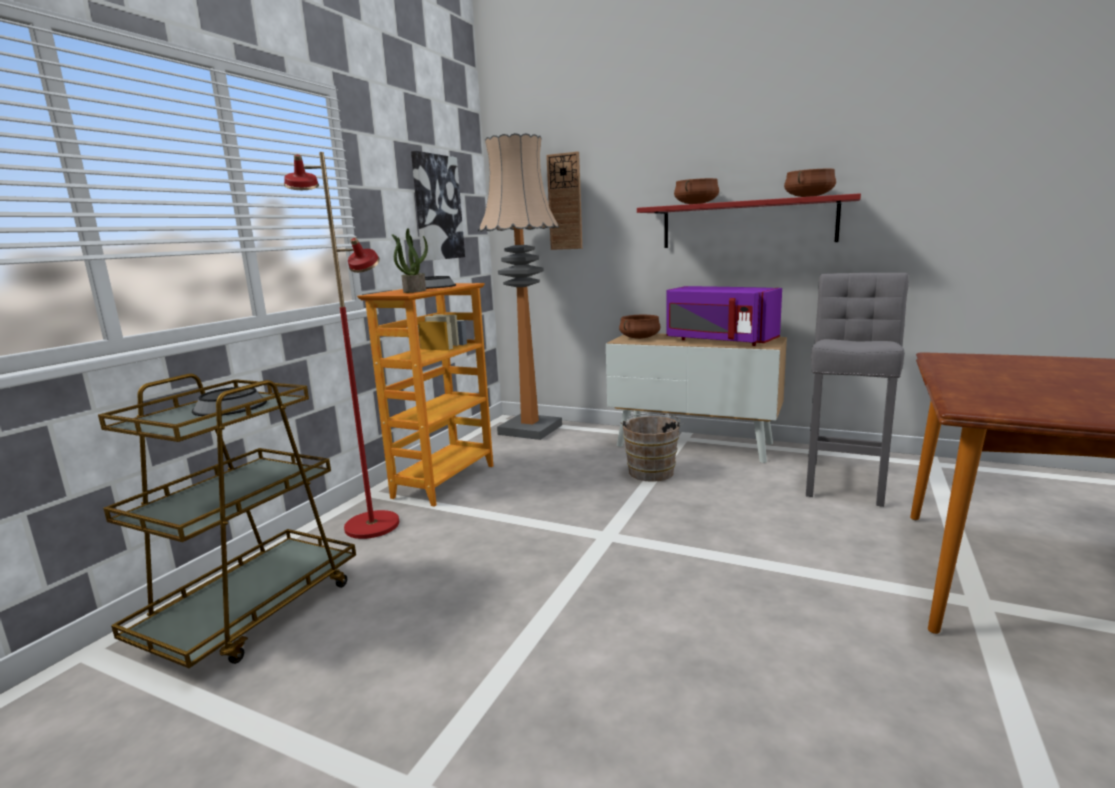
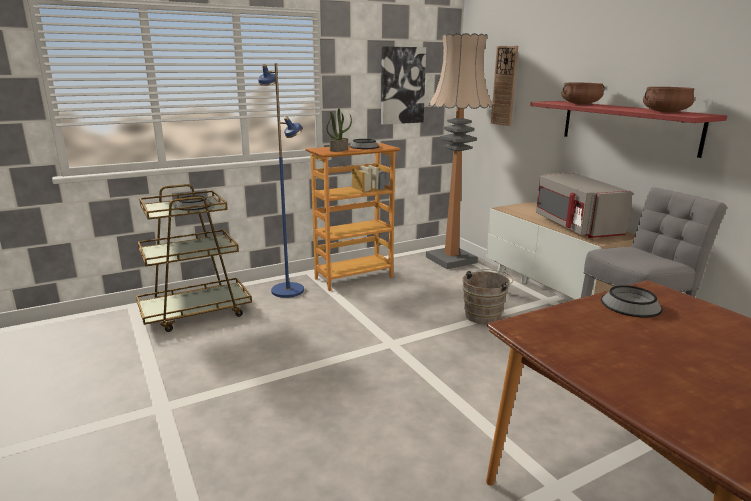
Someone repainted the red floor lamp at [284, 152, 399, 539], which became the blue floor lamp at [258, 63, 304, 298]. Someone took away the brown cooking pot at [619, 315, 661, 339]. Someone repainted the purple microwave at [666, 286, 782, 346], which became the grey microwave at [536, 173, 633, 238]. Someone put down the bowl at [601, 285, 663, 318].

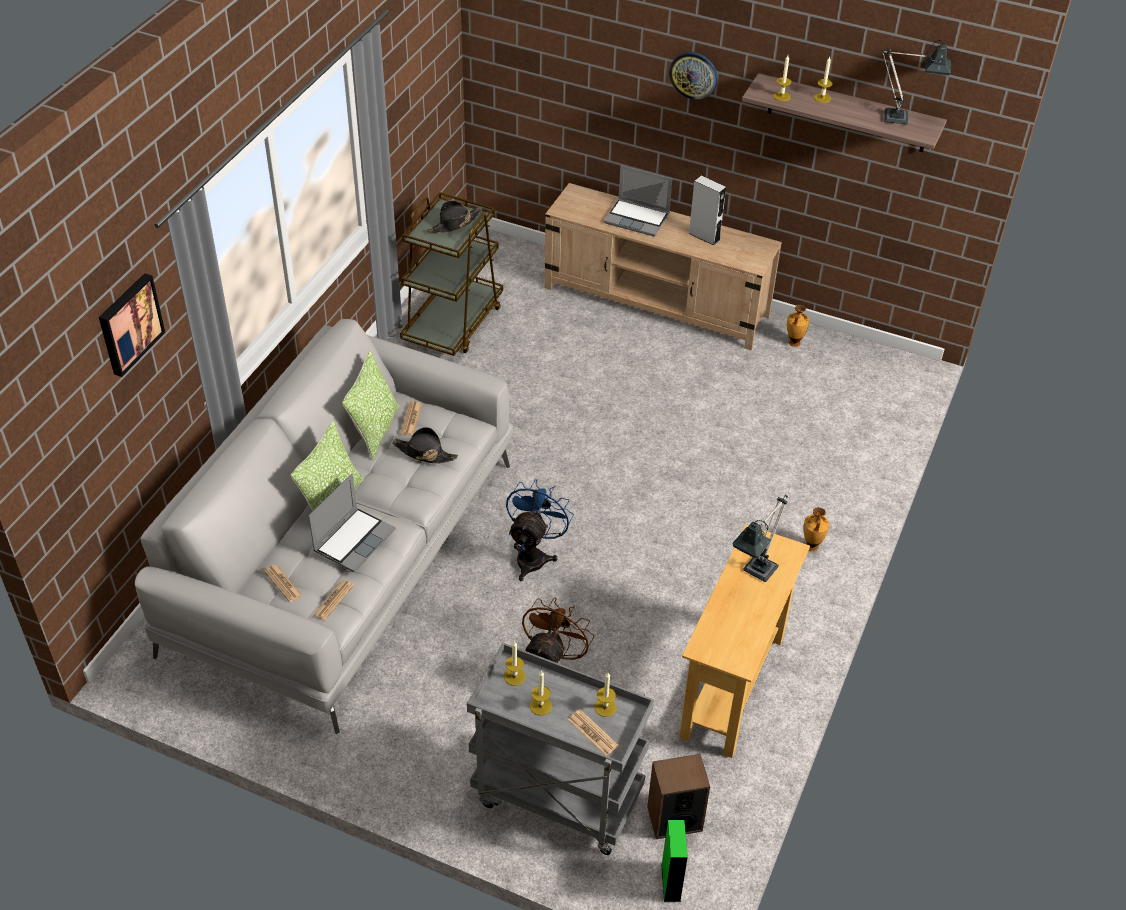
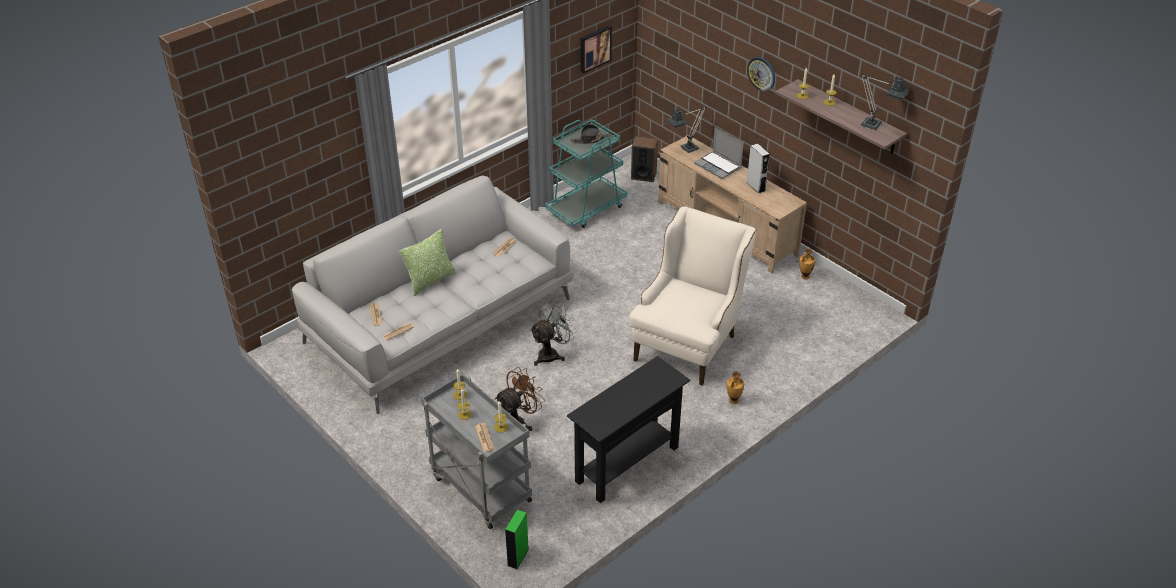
Someone carried the picture from [99, 273, 165, 377] to [580, 26, 612, 73]. Someone took away the laptop at [309, 473, 396, 573]. Someone took away the pillow at [342, 351, 399, 460]. Someone took away the black hat at [392, 427, 458, 464]. Someone repainted the brown cart at [400, 192, 503, 356], which became the turquoise cart at [545, 119, 627, 228]. Someone repainted the blue fan at [506, 479, 574, 581], which became the grey fan at [530, 301, 577, 366]. Someone carried the speaker from [647, 754, 710, 839] to [631, 136, 658, 182]. Someone repainted the beige console table at [679, 524, 810, 758], which became the black console table at [567, 356, 690, 503]. Someone carried the table lamp from [733, 495, 788, 582] to [667, 107, 706, 153]. Someone put down the beige armchair at [629, 207, 757, 385].

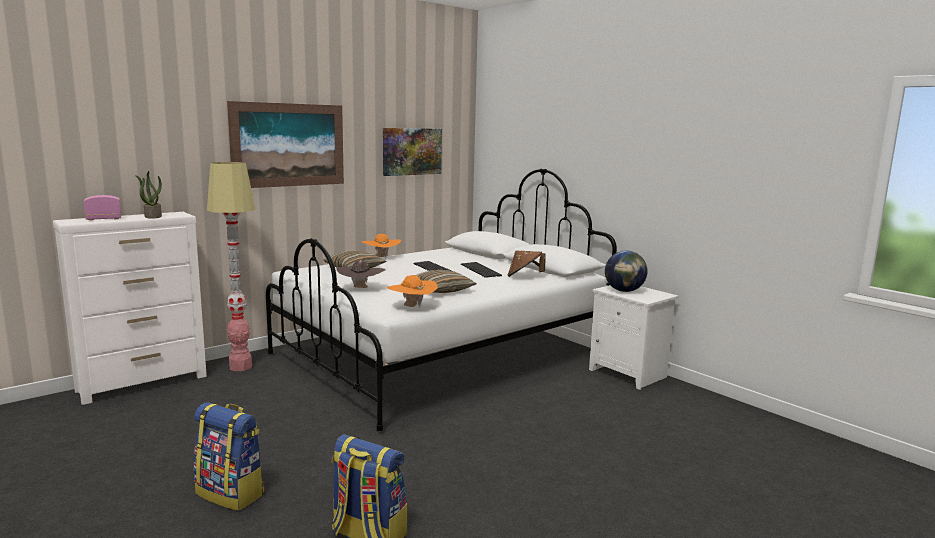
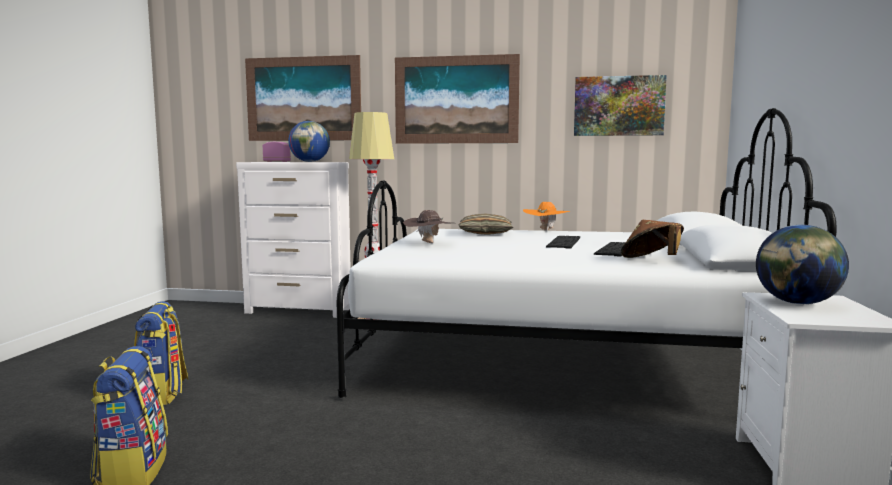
Someone swapped the potted plant at [135, 171, 162, 219] for the globe at [288, 121, 330, 162]. Someone took away the orange hat at [387, 275, 438, 308]. Someone took away the pillow at [416, 270, 477, 293]. Someone put up the picture at [245, 55, 361, 141].

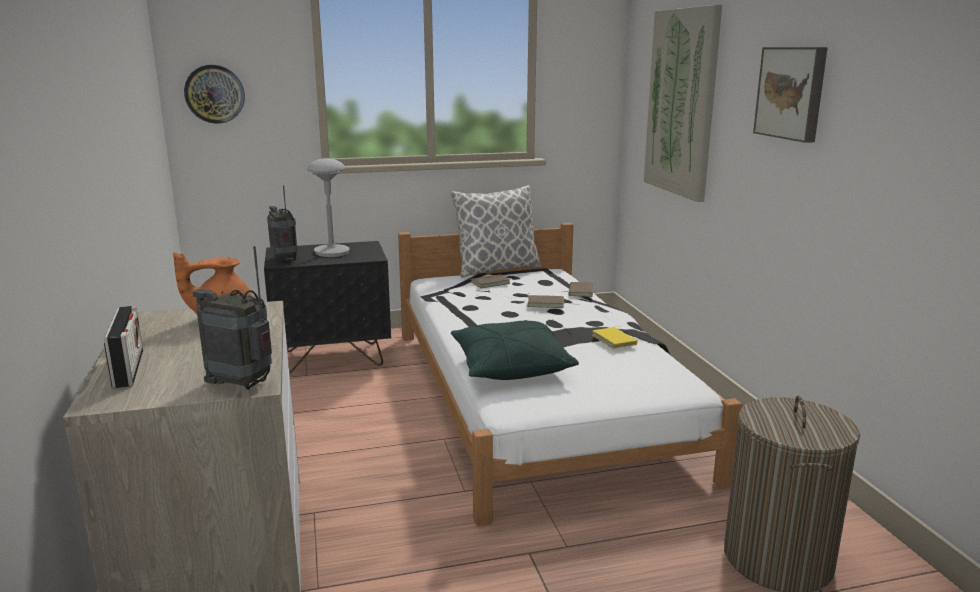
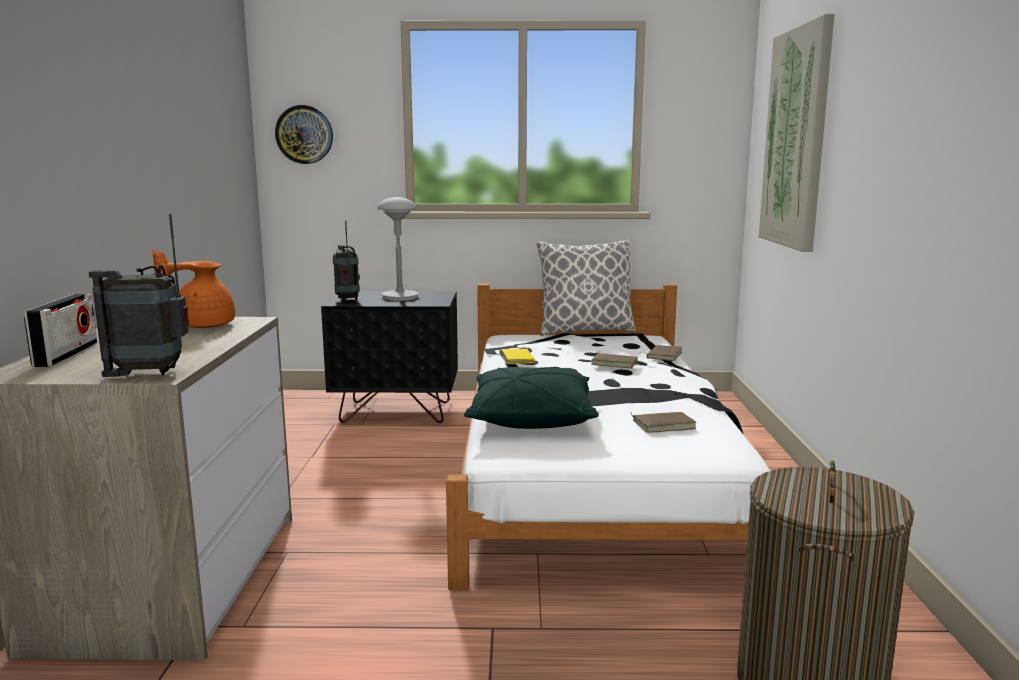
Someone rotated the radio at [193, 246, 272, 390] by 45 degrees counterclockwise. Someone carried the brown book from [469, 275, 510, 288] to [631, 412, 697, 433]. Someone carried the yellow book from [592, 326, 638, 349] to [501, 348, 535, 364]. Someone took away the picture at [753, 47, 828, 143].

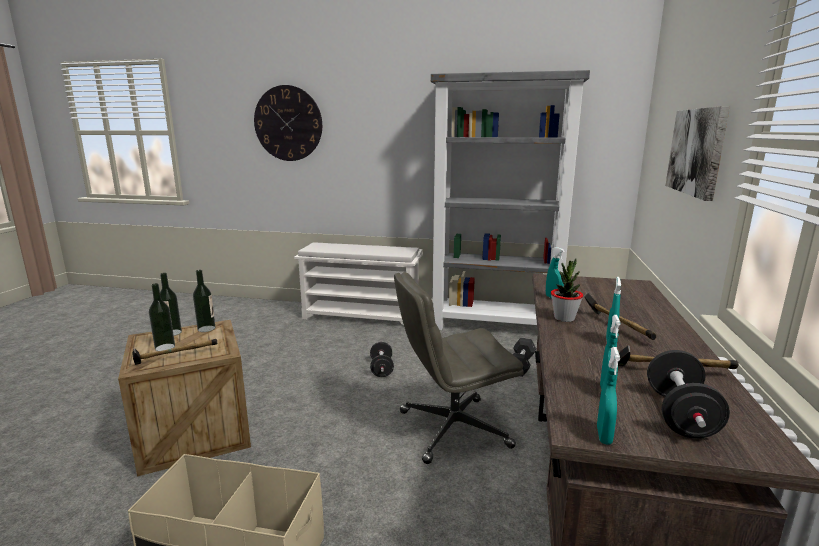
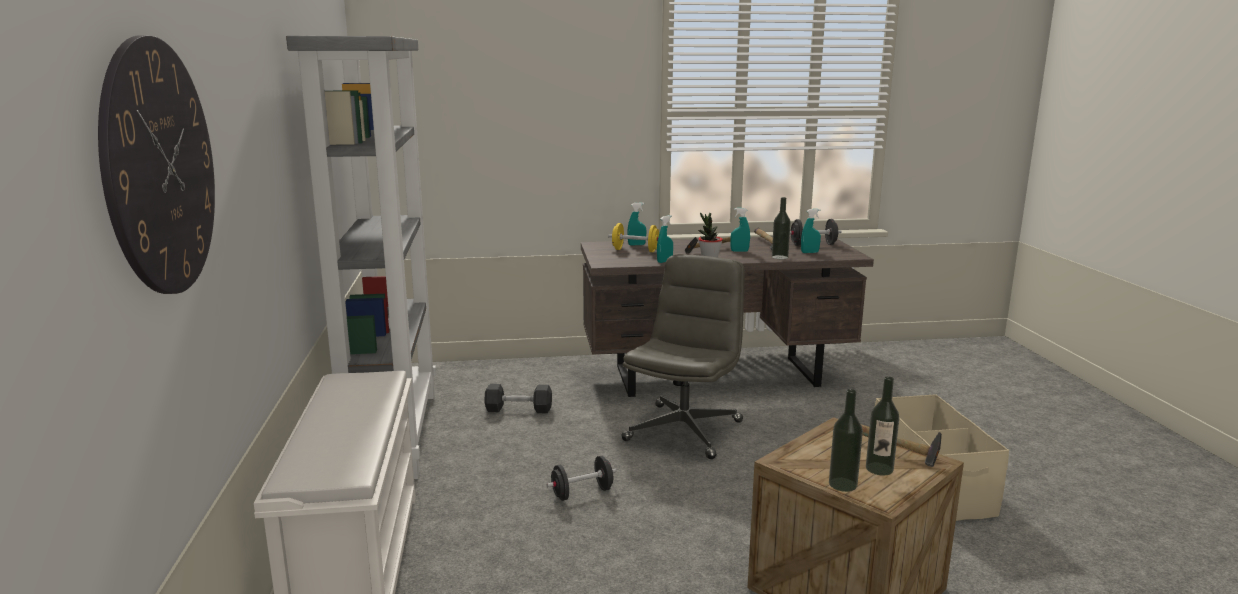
Someone carried the bottle from [193, 270, 215, 332] to [772, 197, 791, 259]. Someone rotated the grey office chair at [394, 272, 524, 464] by 120 degrees counterclockwise. Someone carried the turquoise spray bottle from [597, 347, 620, 445] to [627, 203, 646, 245]. Someone took away the picture at [665, 106, 730, 201]. Someone put down the yellow dumbbell at [608, 223, 659, 252].

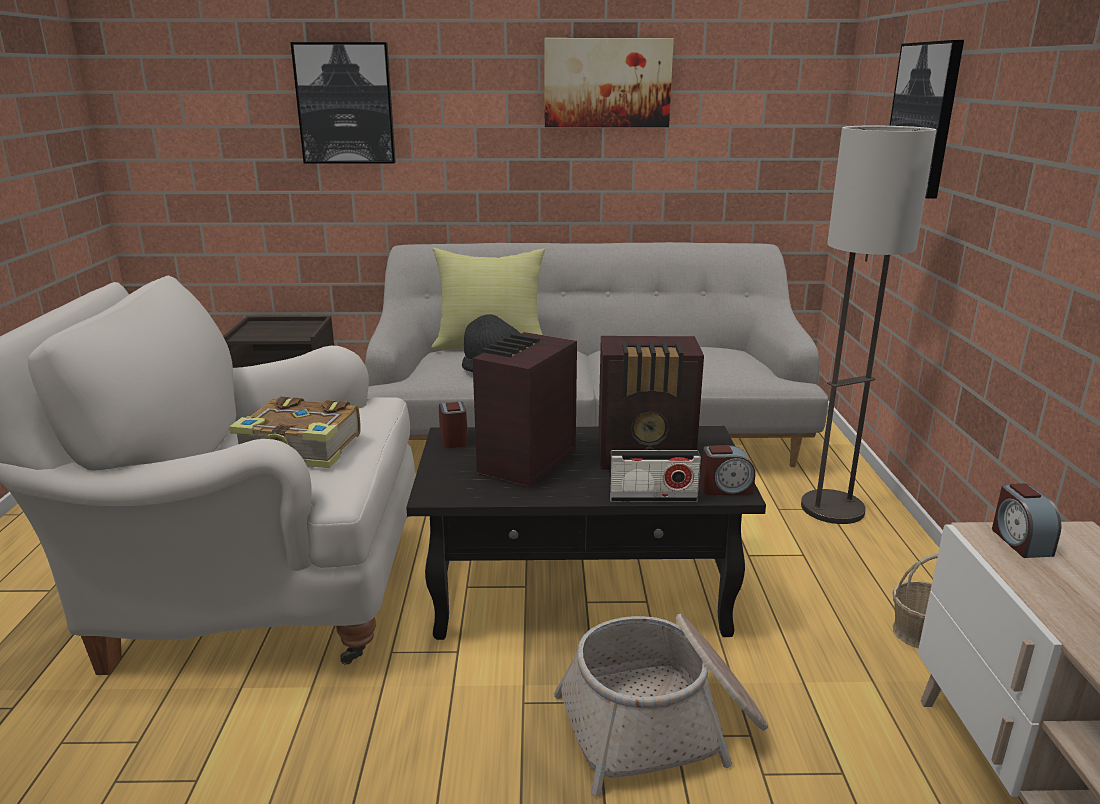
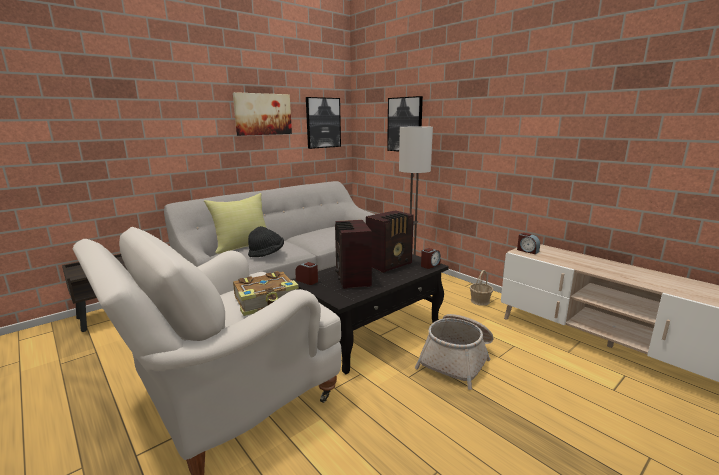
Someone carried the picture from [290, 42, 396, 164] to [306, 97, 341, 149]. Someone took away the radio at [609, 450, 701, 502].

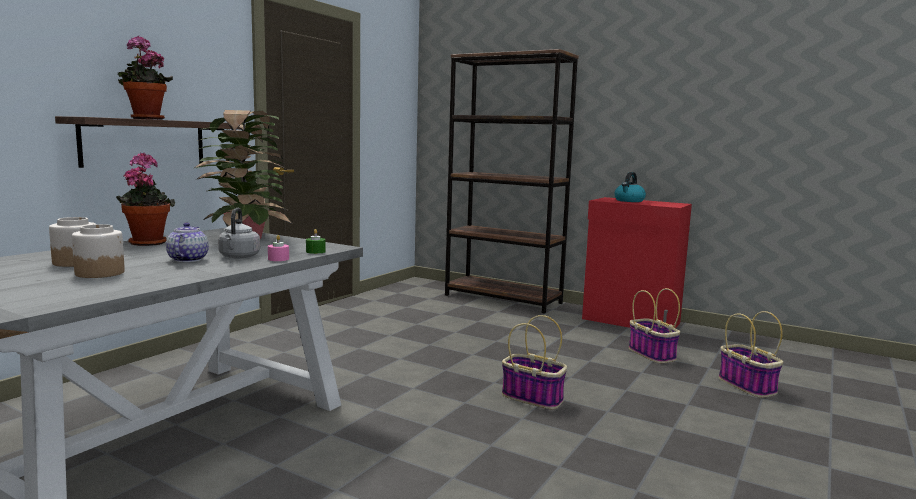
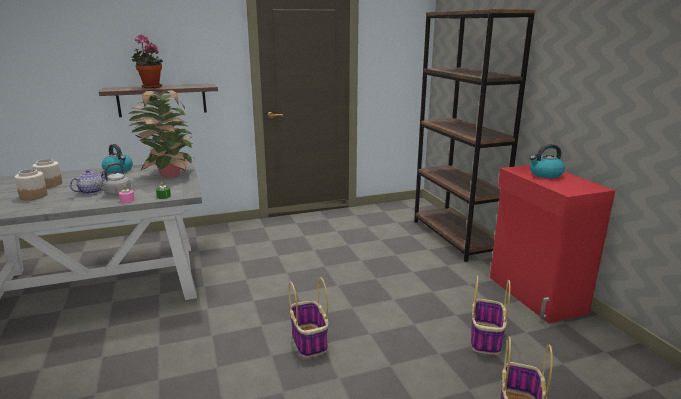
Someone swapped the potted plant at [116, 152, 175, 246] for the kettle at [102, 144, 133, 174].

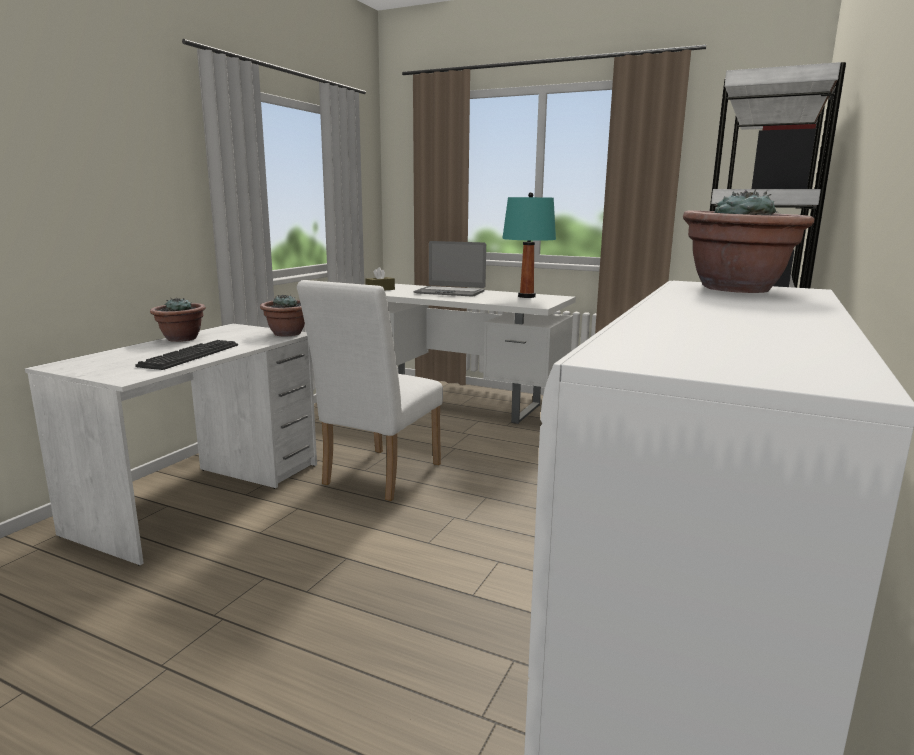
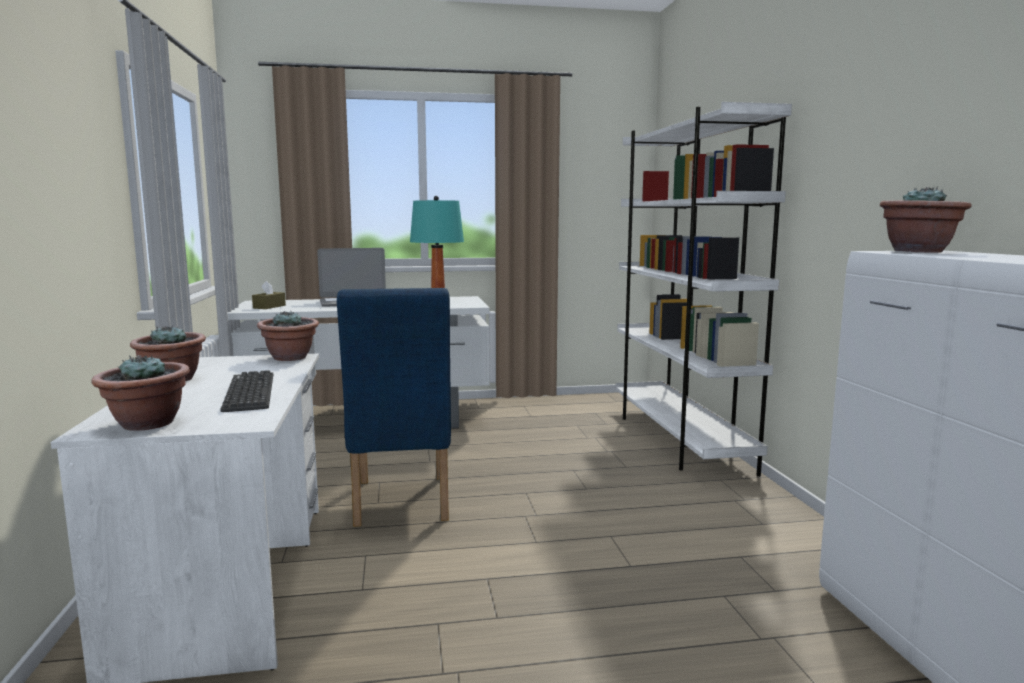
Someone repainted the white chair at [297, 280, 443, 501], which became the blue chair at [337, 288, 451, 527]. Someone put down the potted plant at [91, 355, 190, 431].

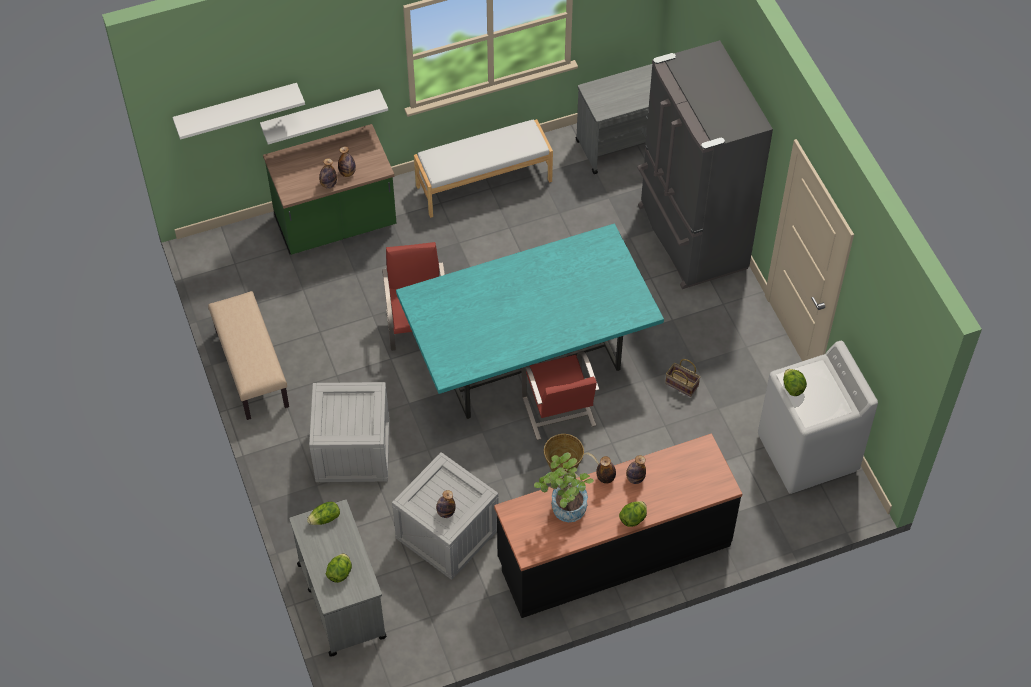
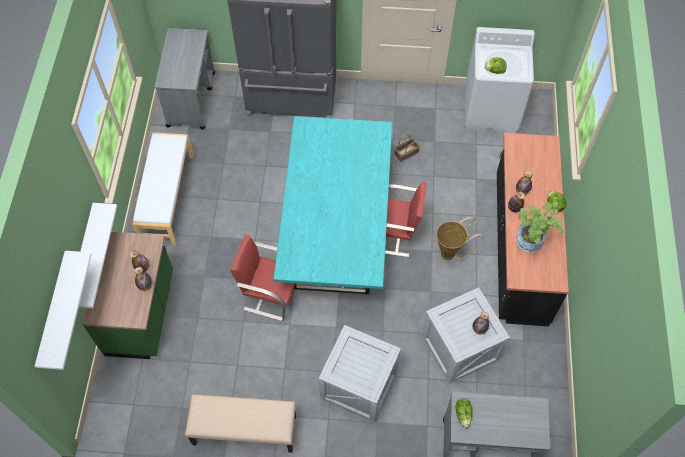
Someone took away the lettuce at [326, 553, 352, 583].

